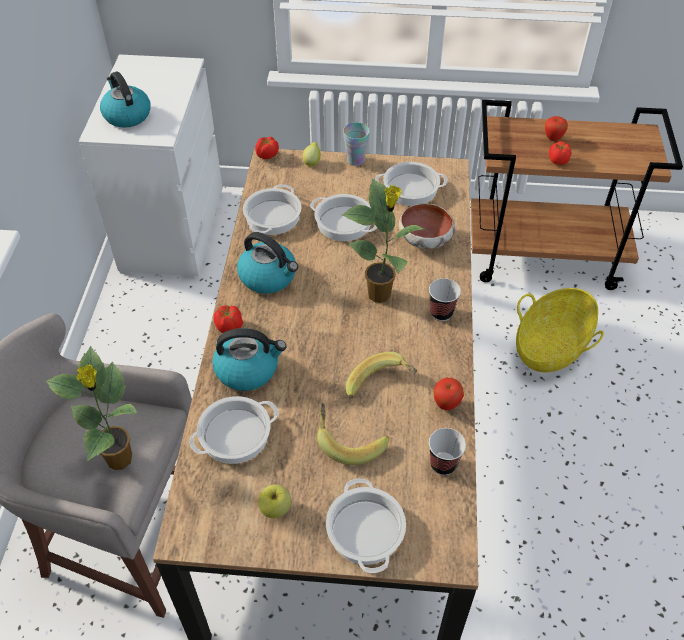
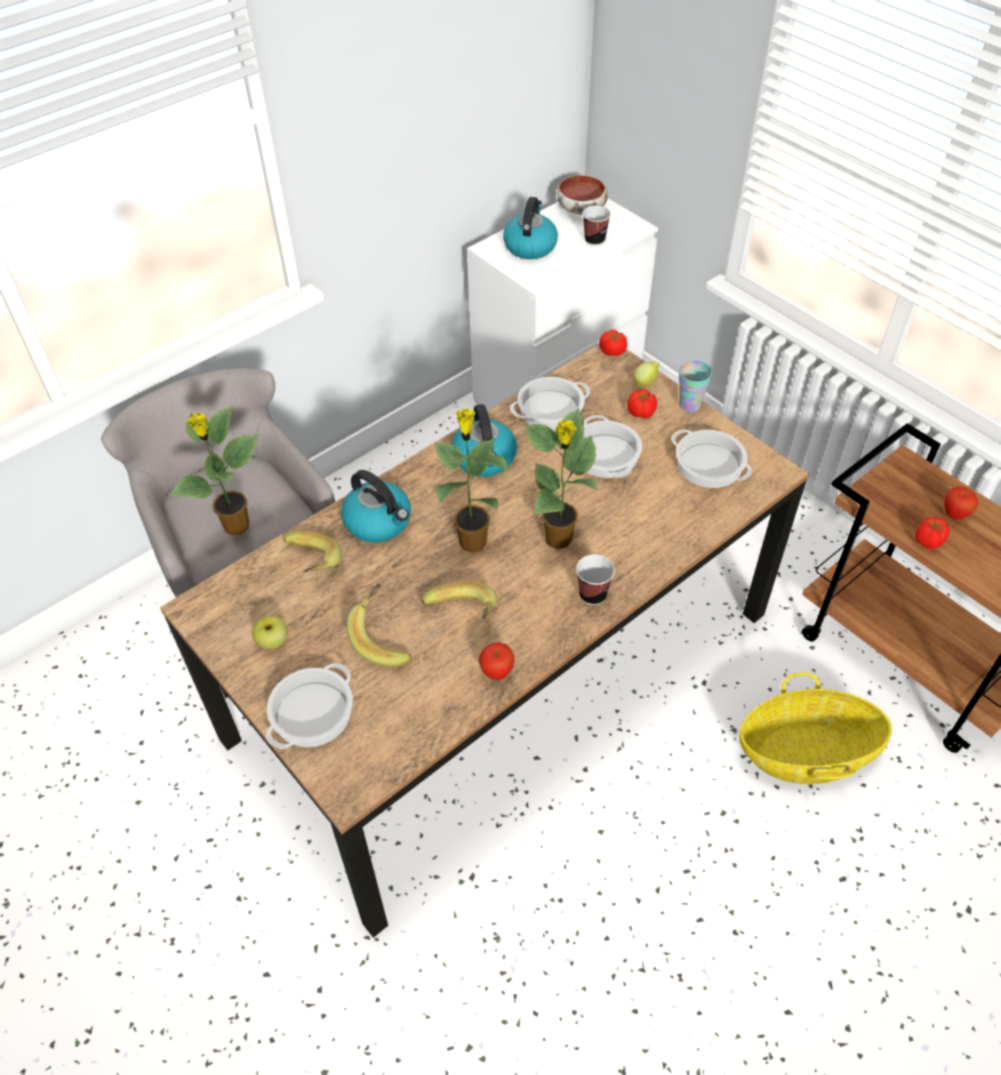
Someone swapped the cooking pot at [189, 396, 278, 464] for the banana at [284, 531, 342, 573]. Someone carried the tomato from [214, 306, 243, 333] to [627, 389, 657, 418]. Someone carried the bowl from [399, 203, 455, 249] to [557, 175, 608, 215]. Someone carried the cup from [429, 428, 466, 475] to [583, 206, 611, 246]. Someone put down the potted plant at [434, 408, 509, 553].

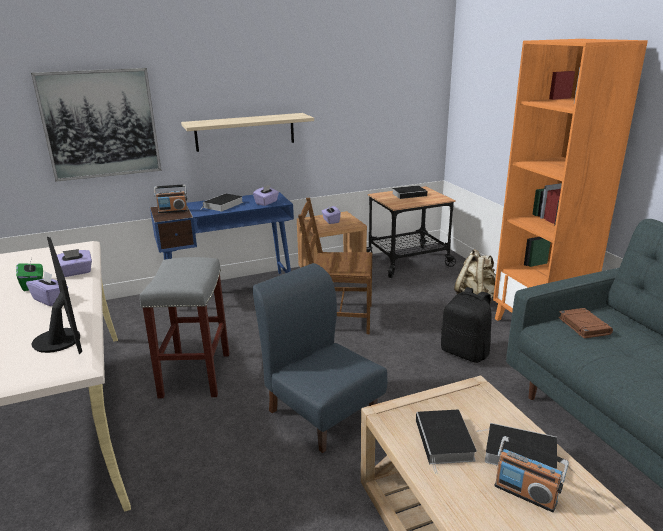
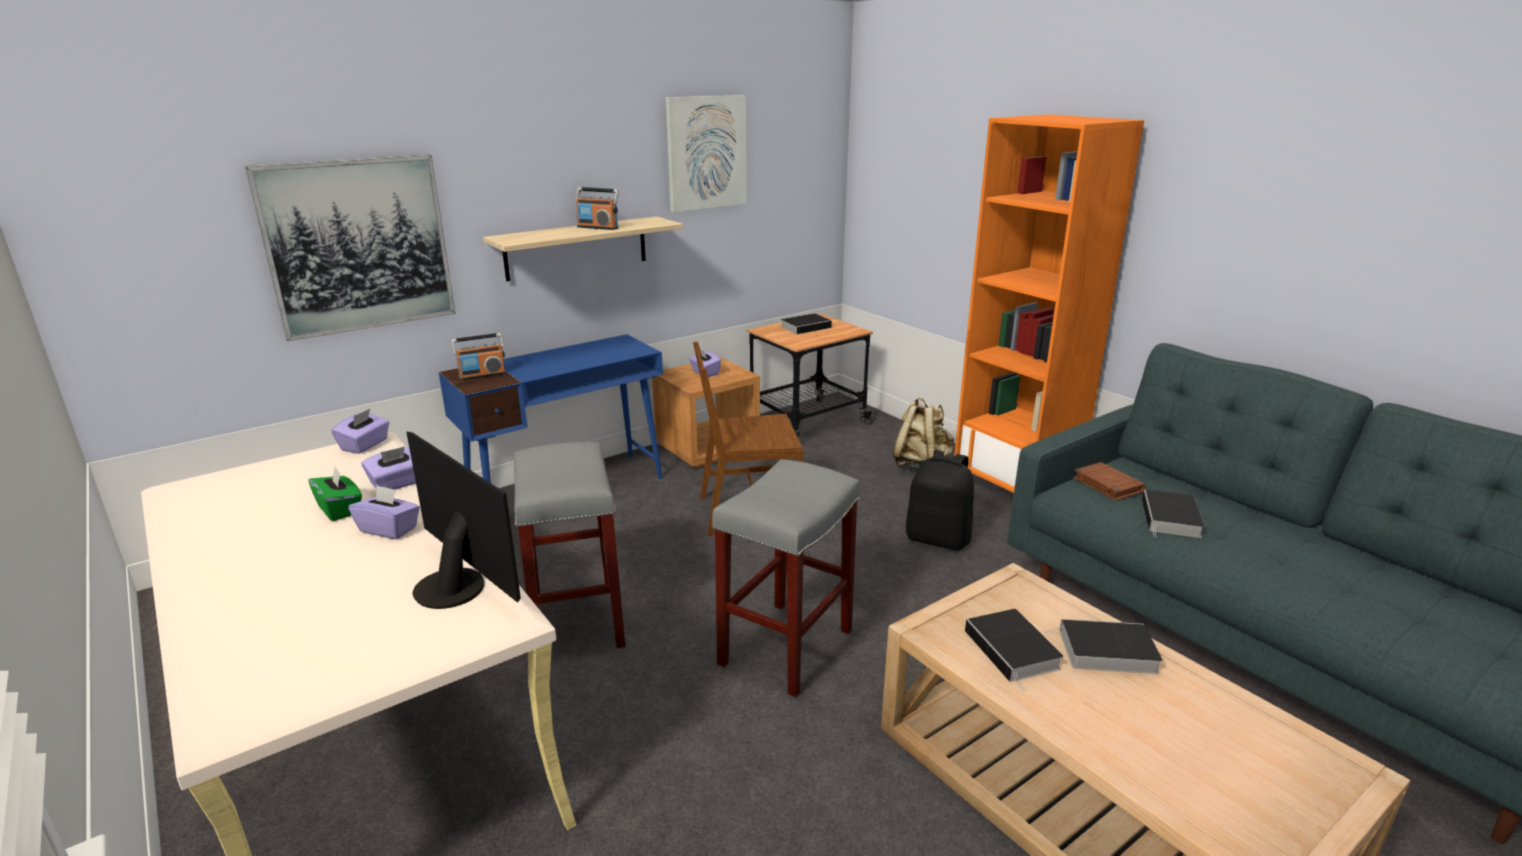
Someone carried the book from [203, 193, 243, 211] to [1142, 489, 1205, 538]. Someone carried the purple tissue box from [253, 184, 279, 206] to [331, 409, 389, 454]. Someone swapped the blue chair at [253, 263, 387, 453] for the grey stool at [712, 459, 860, 697]. Someone carried the radio from [495, 436, 569, 512] to [575, 187, 619, 230]. Someone put up the picture at [666, 95, 747, 212].

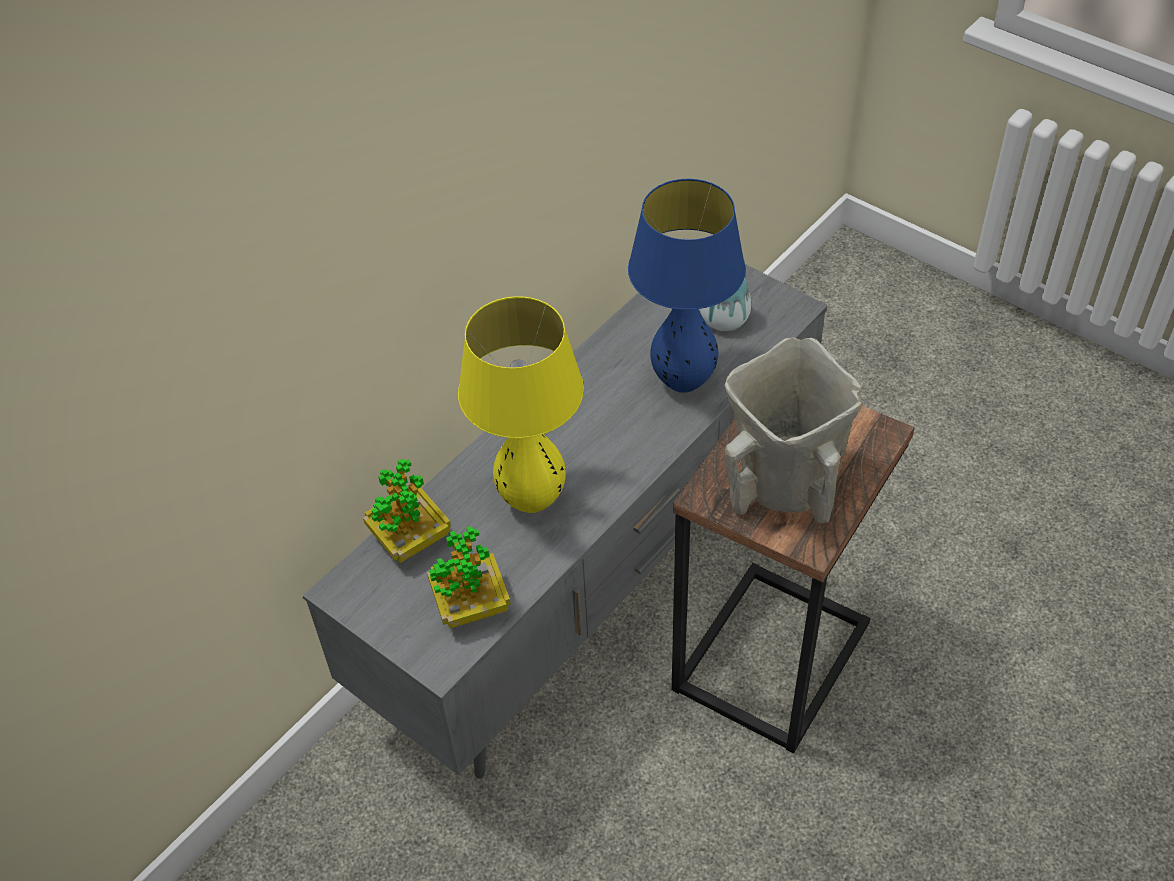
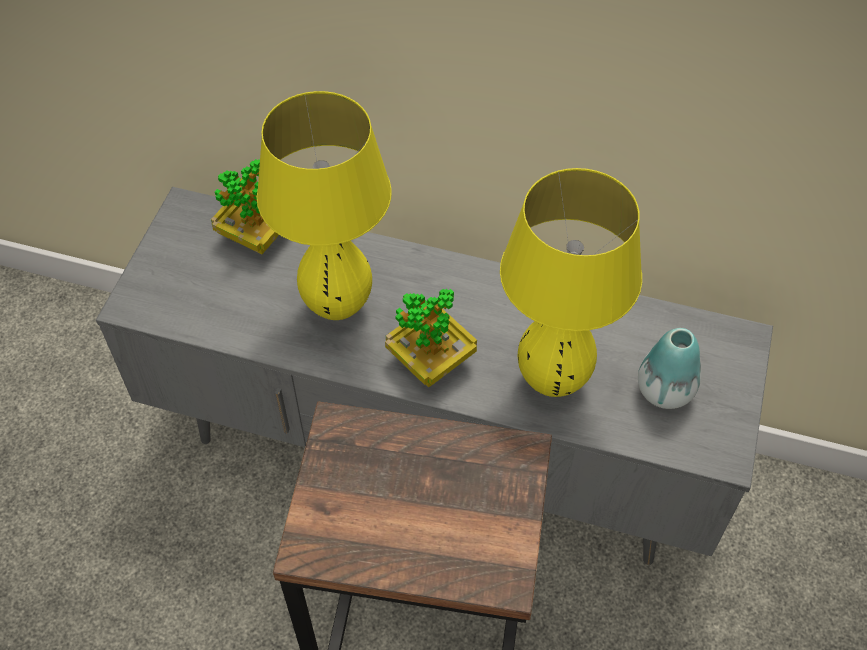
Someone carried the potted plant from [427, 526, 511, 629] to [385, 289, 477, 387]. Someone repainted the blue table lamp at [628, 179, 746, 393], which became the yellow table lamp at [500, 168, 642, 397]. Someone took away the beige vase at [725, 338, 862, 523].

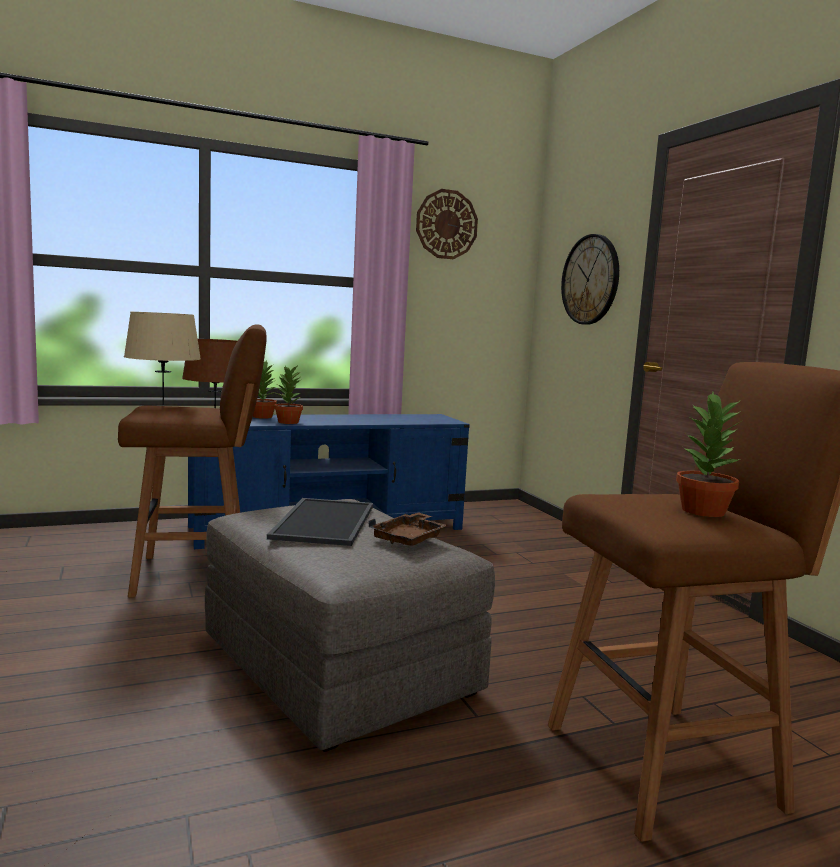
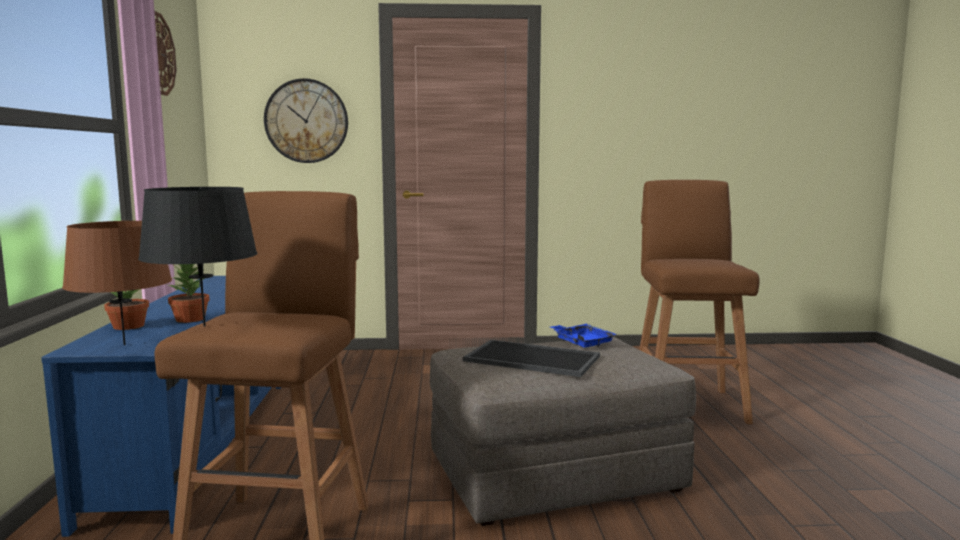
Someone repainted the beige table lamp at [124, 312, 201, 405], which became the black table lamp at [138, 187, 257, 327]. Someone repainted the brown tray at [368, 512, 448, 546], which became the blue tray at [551, 324, 617, 348]. Someone took away the potted plant at [676, 392, 743, 517].

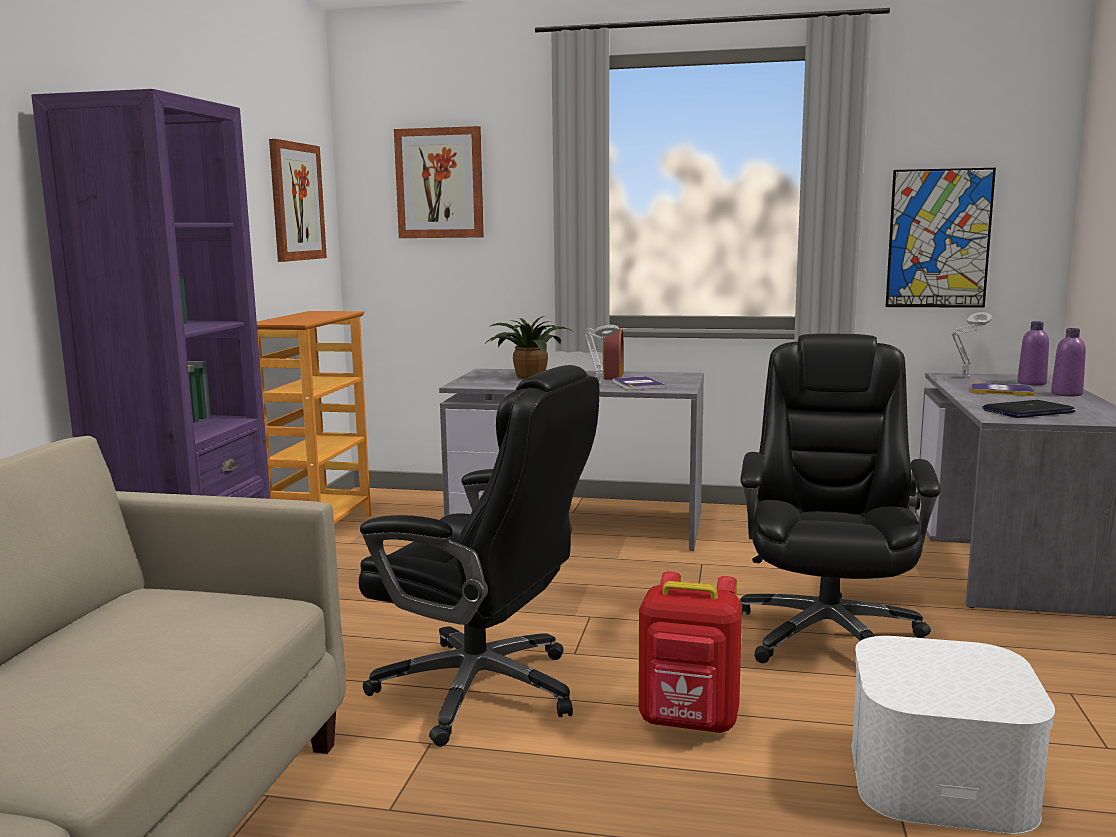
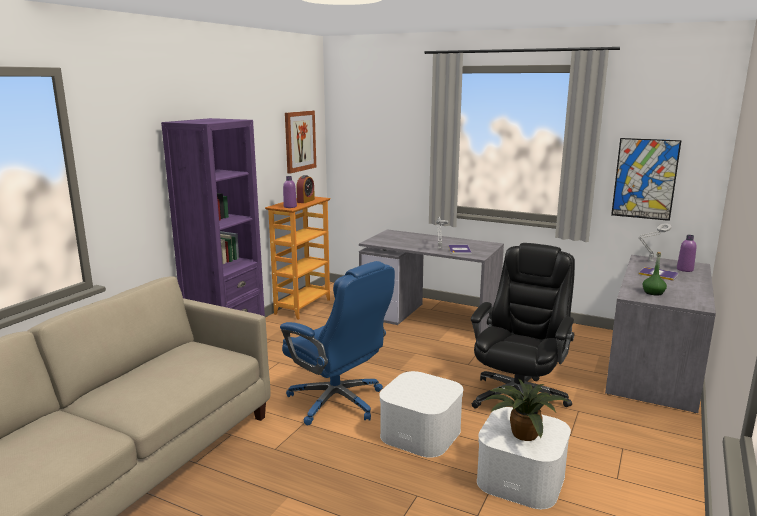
Someone repainted the black office chair at [359, 365, 600, 747], which became the blue office chair at [280, 261, 395, 425]. Someone took away the picture at [394, 126, 484, 238]. Someone carried the potted plant from [483, 316, 572, 379] to [484, 379, 569, 441]. Someone carried the alarm clock from [603, 328, 624, 379] to [296, 175, 315, 203]. Someone swapped the red backpack at [638, 571, 742, 733] for the white storage box at [379, 371, 463, 458]. Someone swapped the laptop at [982, 400, 1075, 418] for the green bottle at [642, 252, 667, 296]. Someone carried the purple bottle from [1051, 328, 1086, 396] to [283, 176, 297, 208].

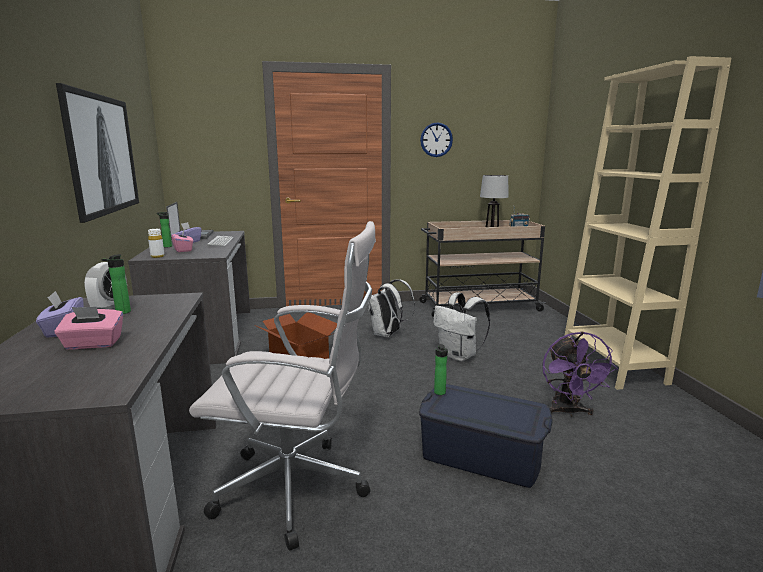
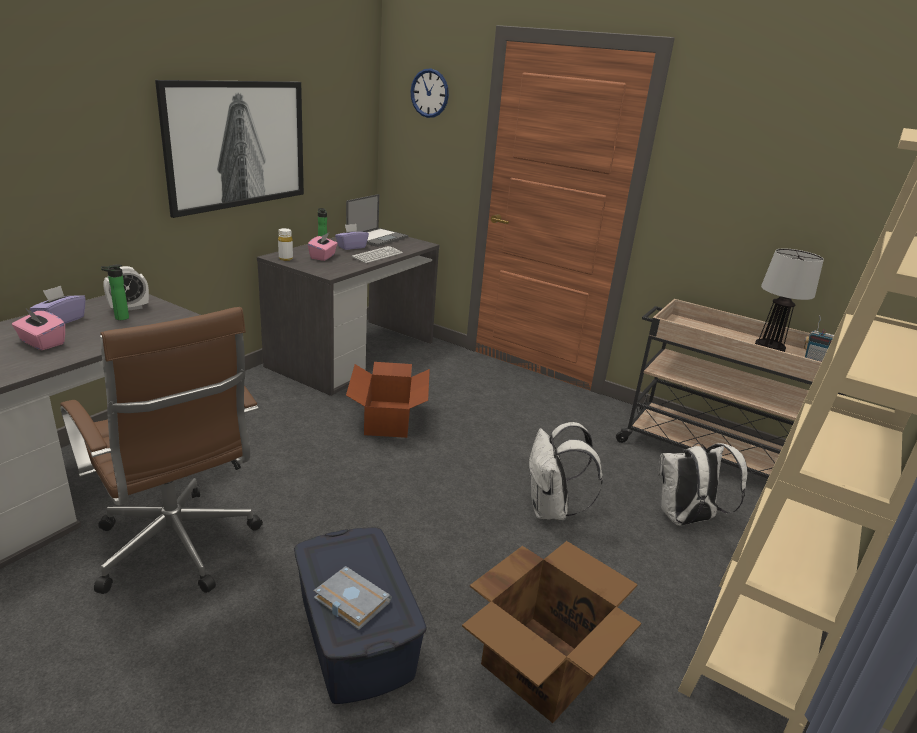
Someone repainted the white office chair at [189, 221, 376, 551], which became the brown office chair at [60, 307, 263, 594]. Someone carried the white backpack from [368, 279, 415, 337] to [658, 443, 747, 526]. Someone carried the wall clock from [420, 122, 453, 157] to [410, 69, 449, 118]. Someone took away the bottle at [434, 344, 448, 395]. Someone swapped the purple fan at [543, 331, 618, 416] for the cardboard box at [462, 541, 641, 723]. Someone put down the grey book at [314, 566, 392, 630].

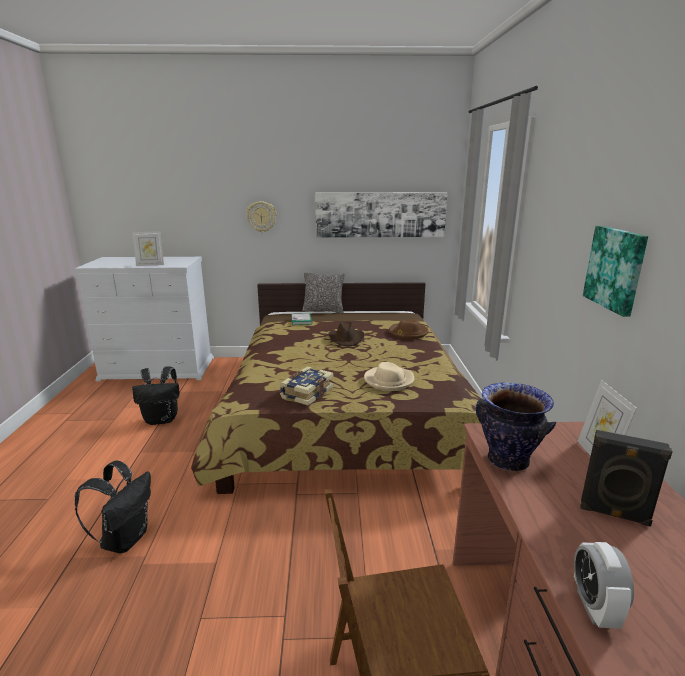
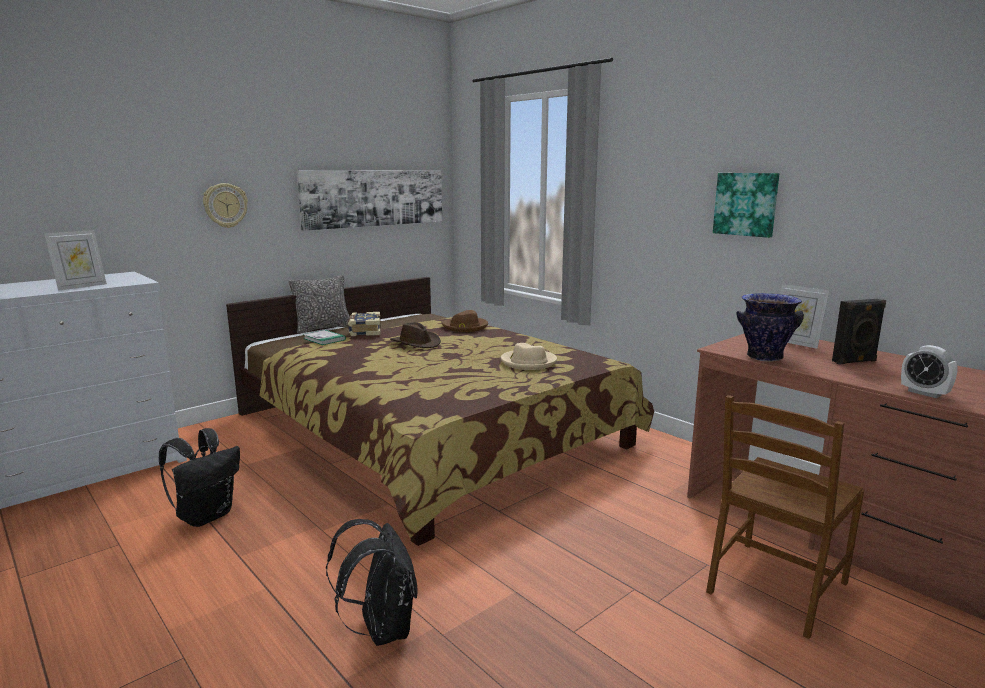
Someone carried the book from [280, 367, 334, 406] to [348, 312, 381, 336].

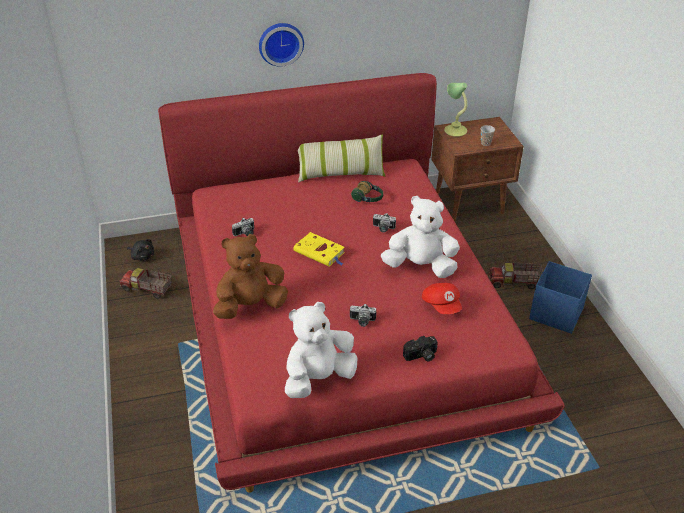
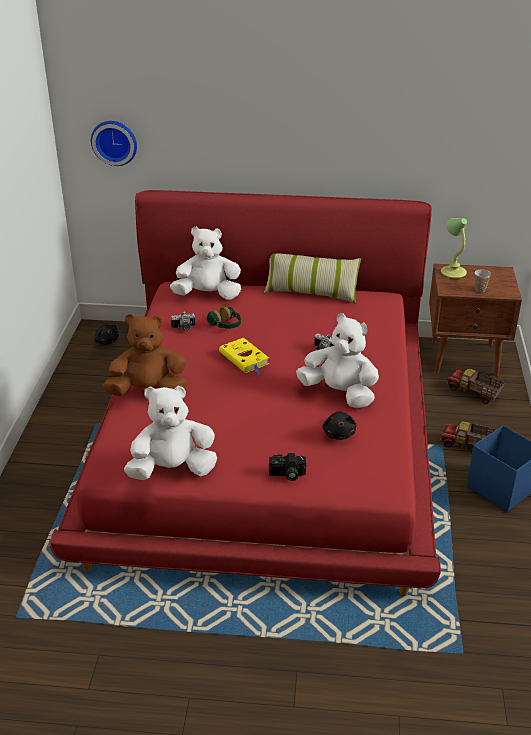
Someone carried the toy truck from [119, 268, 172, 299] to [447, 369, 505, 404]. Someone carried the wall clock from [259, 23, 304, 67] to [91, 121, 137, 166]. Someone took away the photo camera at [350, 304, 376, 327]. Someone carried the headphones from [351, 181, 383, 202] to [207, 306, 241, 329]. Someone swapped the red cap at [422, 283, 462, 314] for the black plush toy at [323, 412, 356, 440]. Someone put down the white plush toy at [170, 227, 241, 299].

